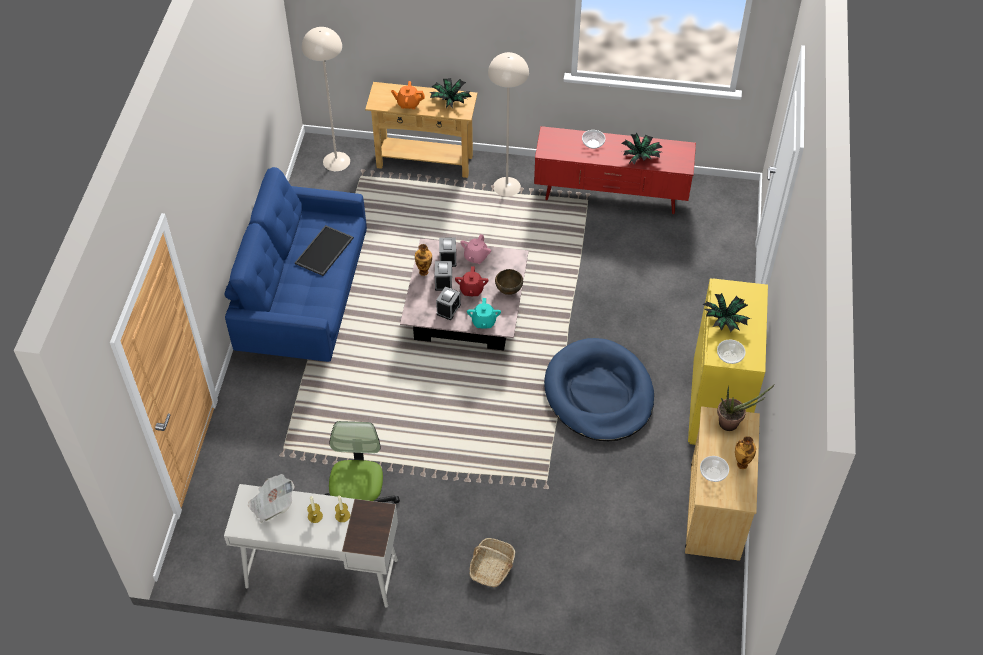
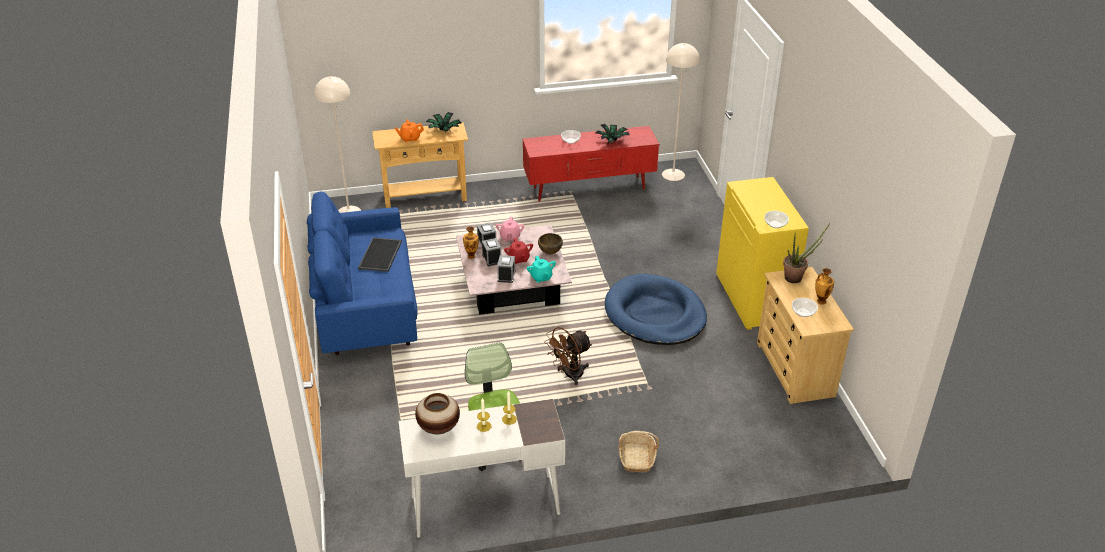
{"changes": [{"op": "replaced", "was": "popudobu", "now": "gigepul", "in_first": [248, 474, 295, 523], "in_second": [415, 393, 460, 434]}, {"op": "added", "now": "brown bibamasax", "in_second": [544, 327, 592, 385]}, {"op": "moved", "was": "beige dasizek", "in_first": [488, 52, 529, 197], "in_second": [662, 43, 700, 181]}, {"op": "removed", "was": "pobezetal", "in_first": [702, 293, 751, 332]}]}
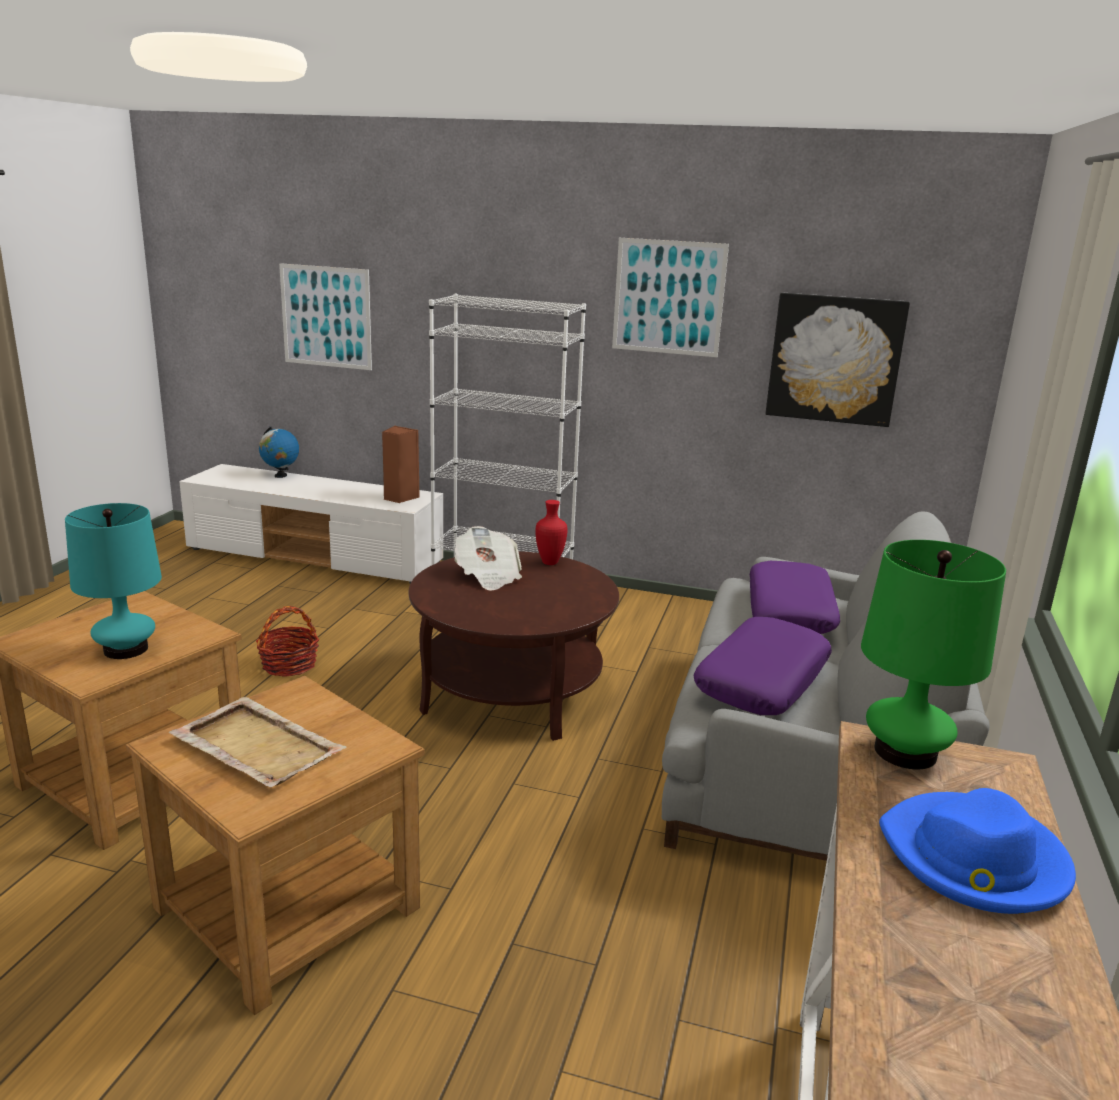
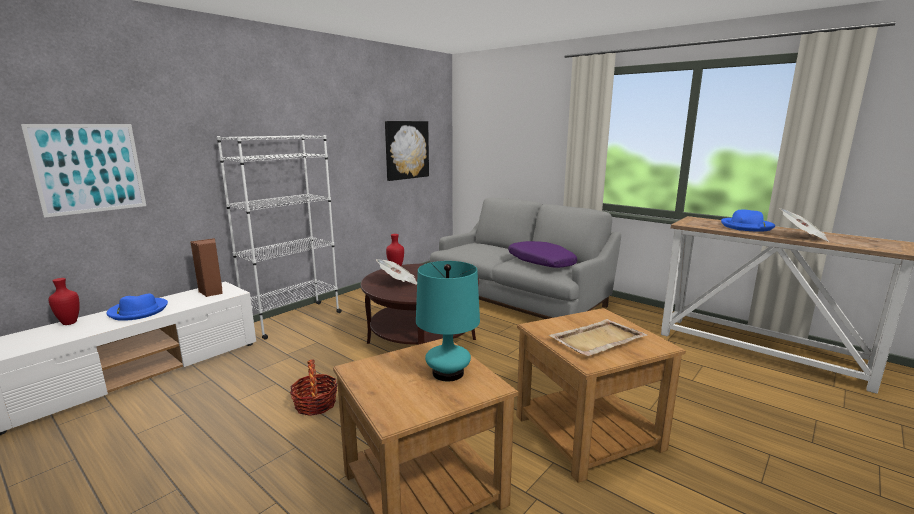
{"changes": [{"op": "replaced", "was": "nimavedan", "now": "red gigepul", "in_first": [259, 427, 299, 478], "in_second": [48, 278, 80, 325]}, {"op": "added", "now": "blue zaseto", "in_second": [106, 294, 168, 321]}, {"op": "added", "now": "popudobu", "in_second": [779, 208, 830, 242]}, {"op": "removed", "was": "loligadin", "in_first": [612, 238, 729, 357]}, {"op": "removed", "was": "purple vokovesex", "in_first": [750, 561, 840, 634]}, {"op": "removed", "was": "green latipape", "in_first": [861, 540, 1006, 770]}]}
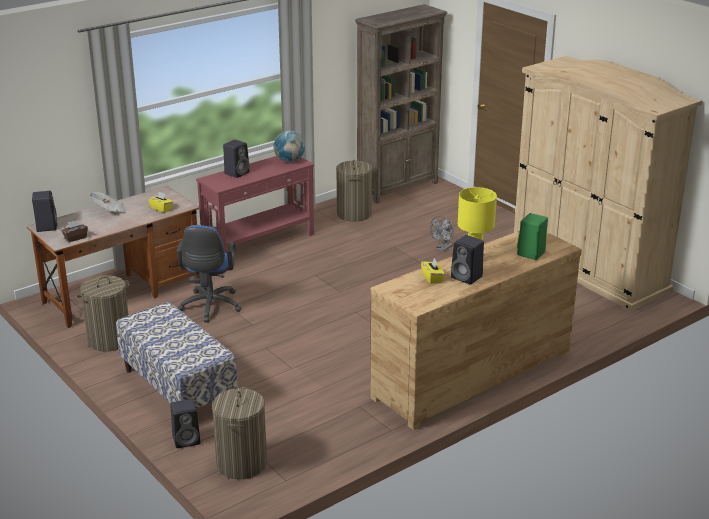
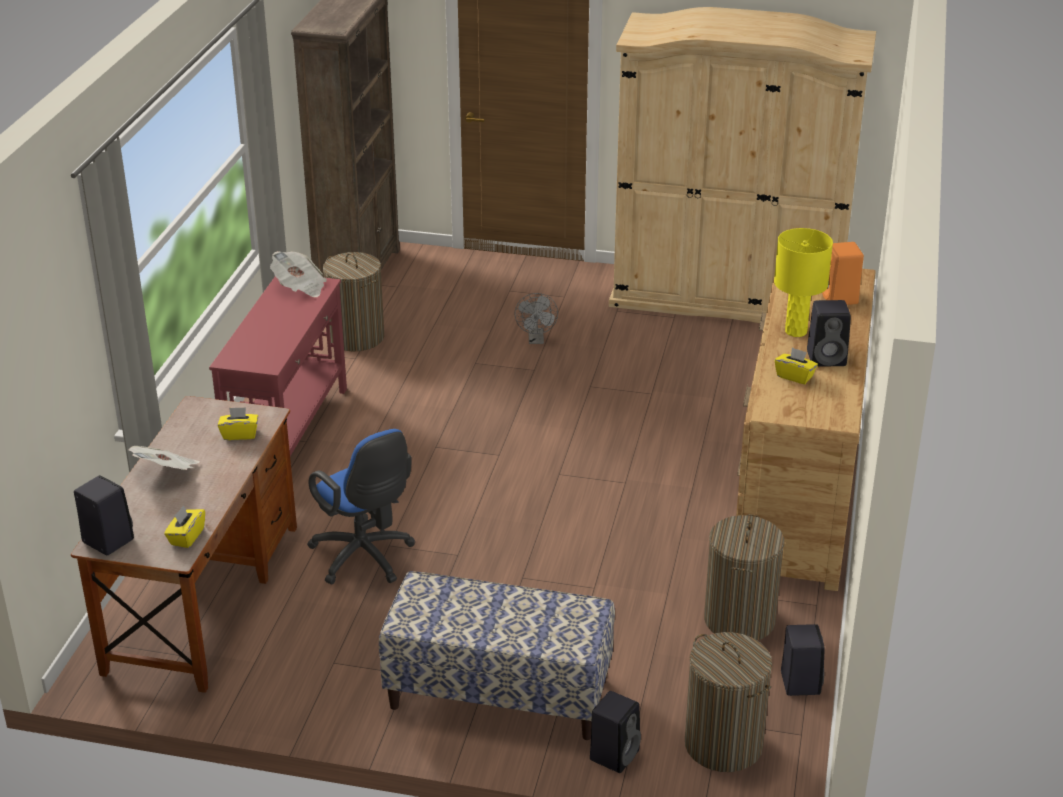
{"changes": [{"op": "recoloured", "was": "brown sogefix", "now": "yellow sogefix", "in_first": [61, 220, 88, 242], "in_second": [164, 505, 205, 548]}, {"op": "replaced", "was": "nimavedan", "now": "popudobu", "in_first": [274, 131, 305, 162], "in_second": [270, 251, 327, 297]}, {"op": "moved", "was": "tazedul", "in_first": [77, 275, 129, 351], "in_second": [704, 514, 784, 641]}, {"op": "moved", "was": "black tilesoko", "in_first": [223, 140, 249, 178], "in_second": [781, 624, 825, 696]}, {"op": "recoloured", "was": "green tilesoko", "now": "orange tilesoko", "in_first": [517, 213, 548, 260], "in_second": [822, 242, 864, 305]}]}
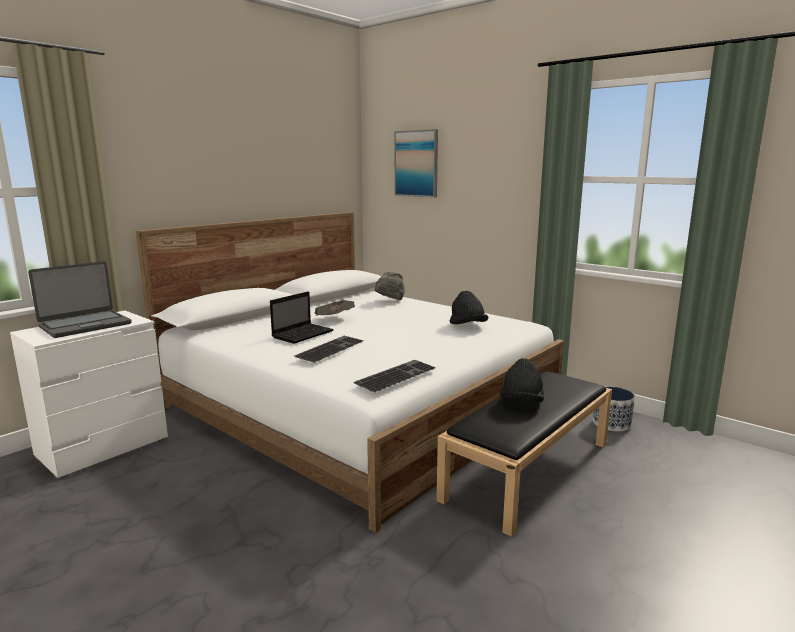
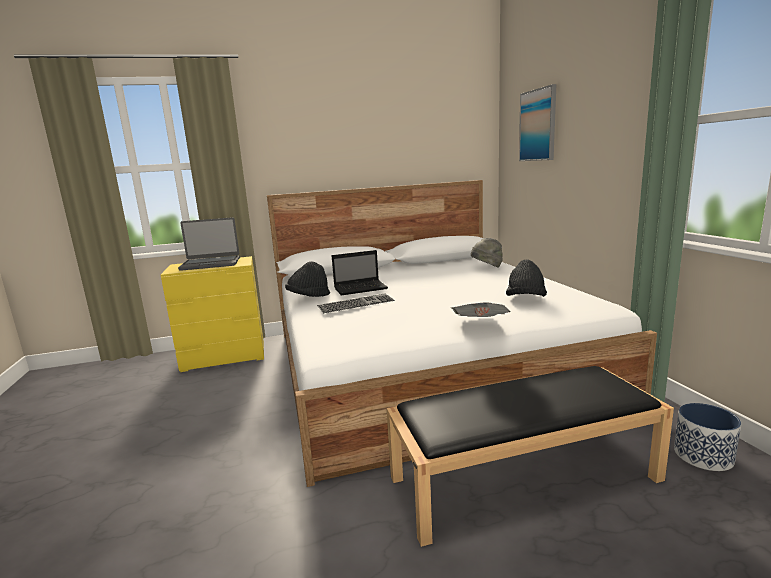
{"changes": [{"op": "recoloured", "was": "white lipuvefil", "now": "yellow lipuvefil", "in_first": [10, 310, 168, 480], "in_second": [161, 256, 264, 372]}, {"op": "moved", "was": "black zaseto", "in_first": [500, 358, 544, 402], "in_second": [285, 261, 330, 297]}, {"op": "moved", "was": "popudobu", "in_first": [315, 300, 355, 315], "in_second": [451, 302, 510, 317]}, {"op": "removed", "was": "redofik", "in_first": [353, 360, 436, 393]}]}
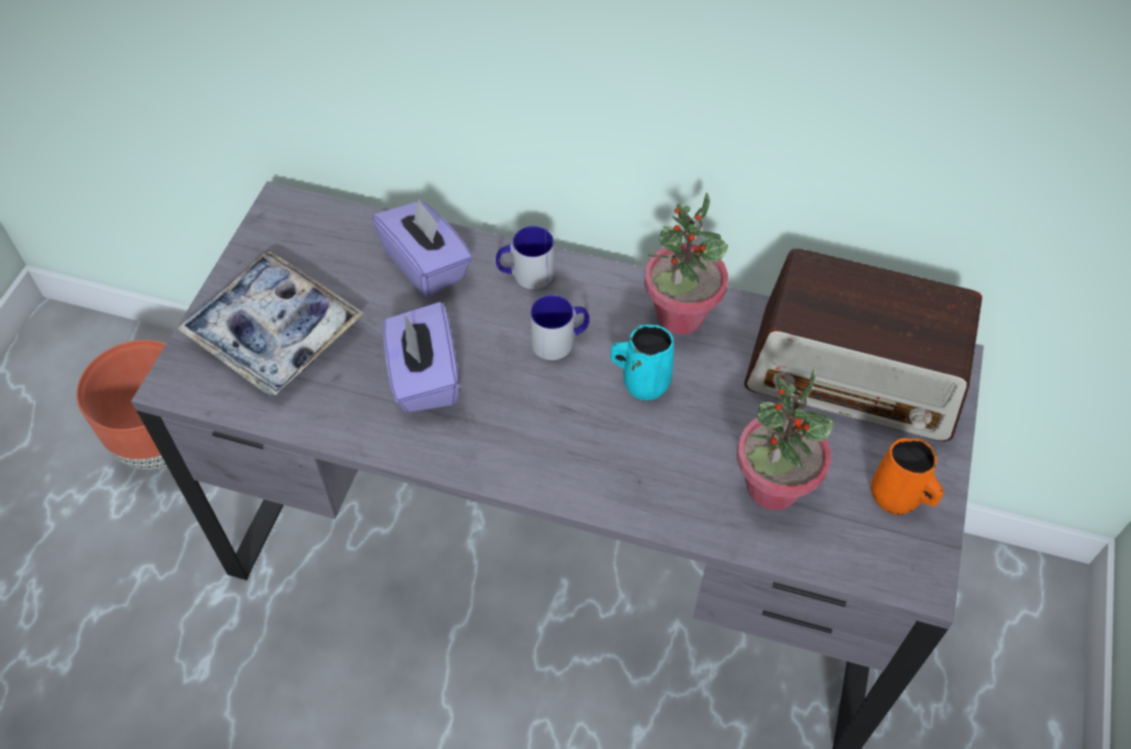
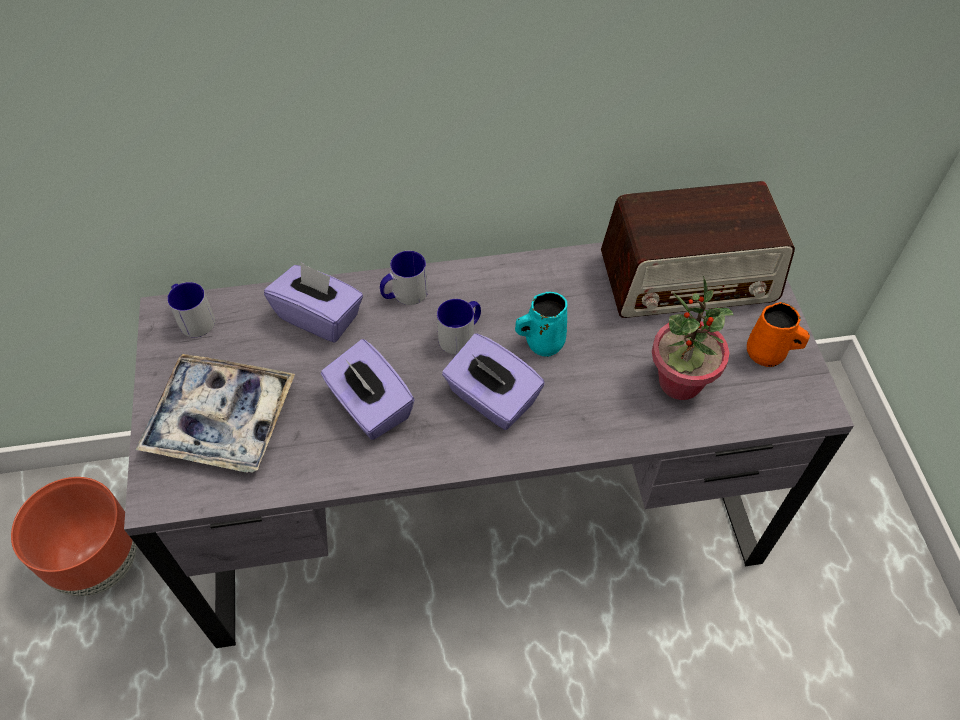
{"changes": [{"op": "added", "now": "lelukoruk", "in_second": [167, 282, 215, 337]}, {"op": "added", "now": "purple sogefix", "in_second": [442, 334, 545, 430]}, {"op": "removed", "was": "pobezetal", "in_first": [644, 192, 728, 335]}]}
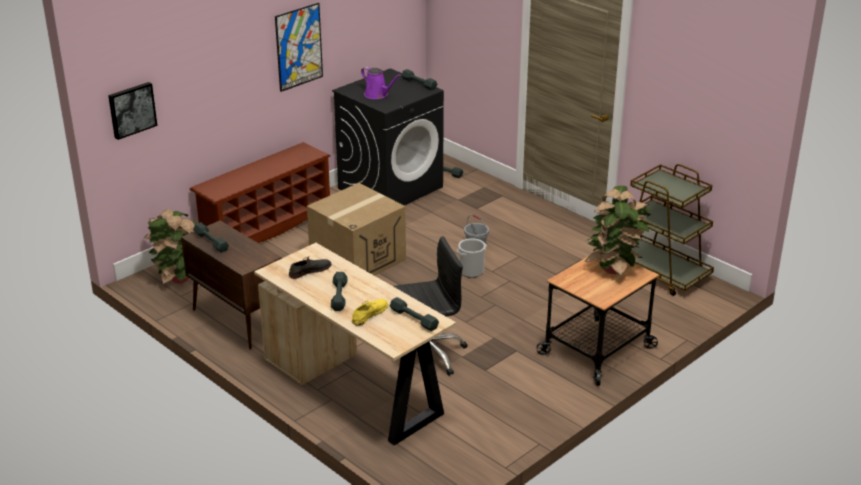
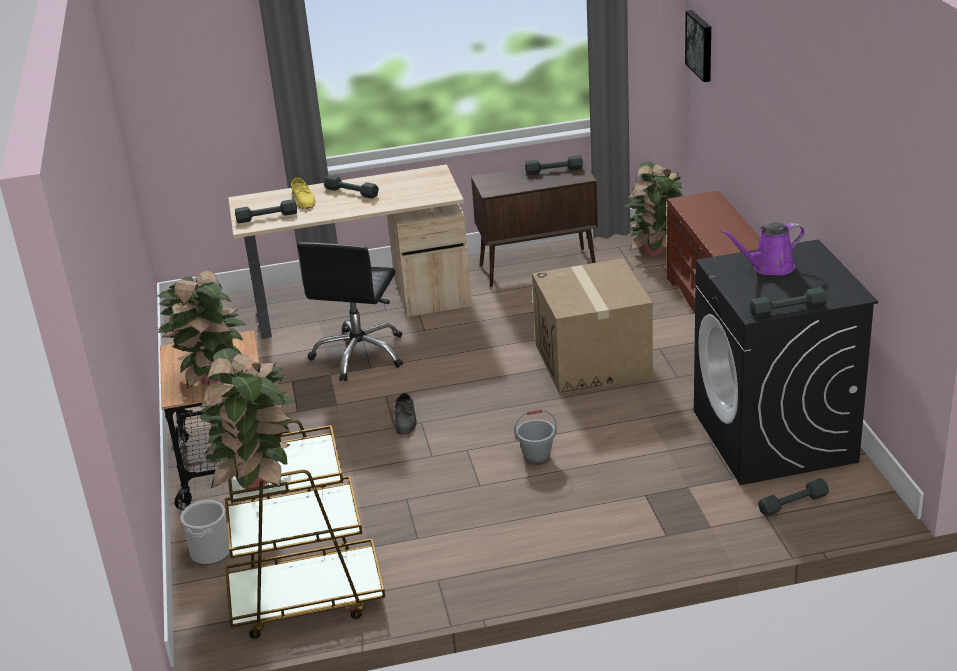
{"changes": [{"op": "moved", "was": "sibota", "in_first": [457, 238, 487, 278], "in_second": [181, 500, 230, 565]}, {"op": "added", "now": "pobezetal", "in_second": [199, 348, 295, 489]}, {"op": "moved", "was": "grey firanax", "in_first": [289, 257, 332, 279], "in_second": [394, 393, 417, 435]}, {"op": "removed", "was": "loligadin", "in_first": [275, 3, 323, 92]}]}
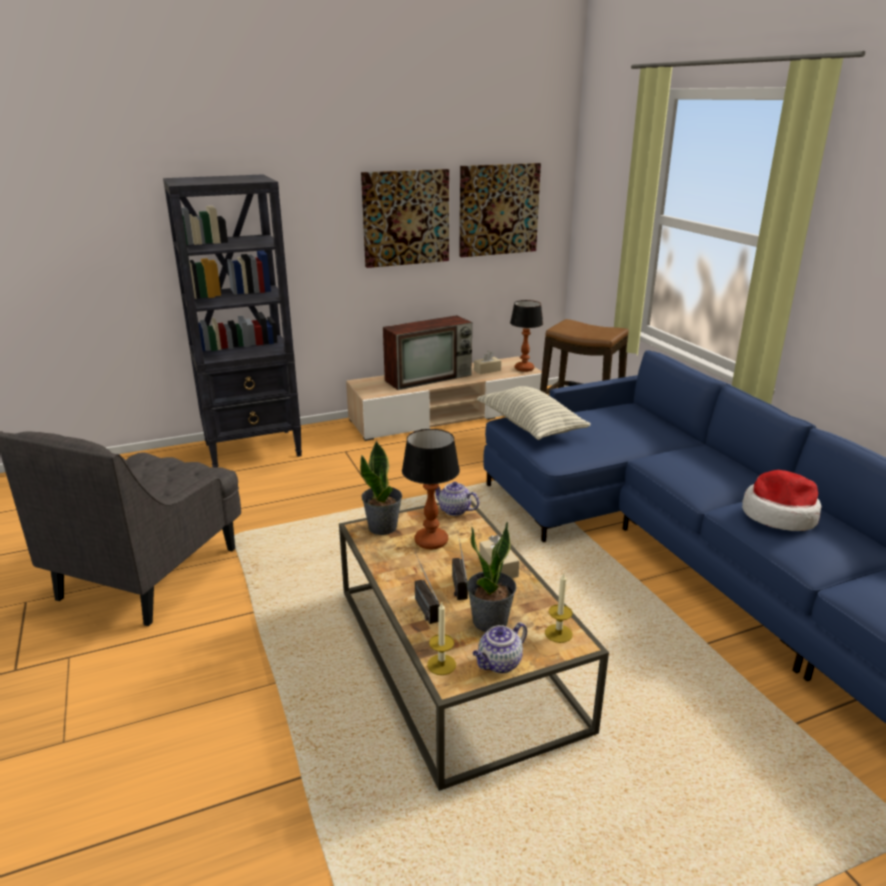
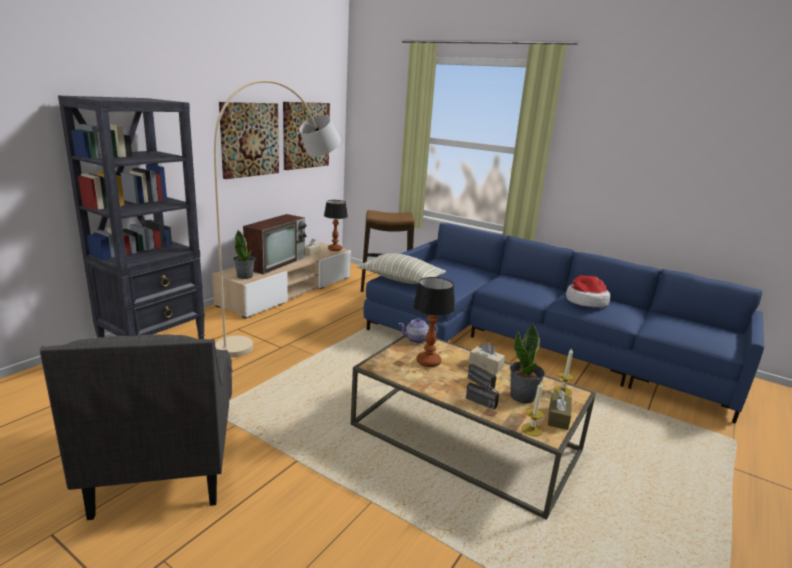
{"changes": [{"op": "added", "now": "beige dasizek", "in_second": [214, 80, 341, 357]}, {"op": "moved", "was": "pobezetal", "in_first": [360, 441, 402, 535], "in_second": [233, 230, 256, 279]}, {"op": "replaced", "was": "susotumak", "now": "brown sogefix", "in_first": [473, 622, 527, 673], "in_second": [548, 390, 572, 430]}]}
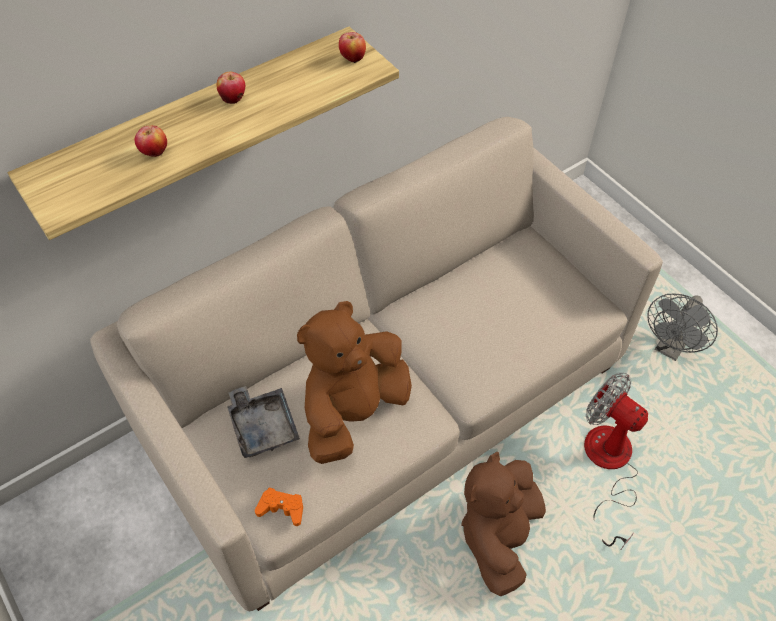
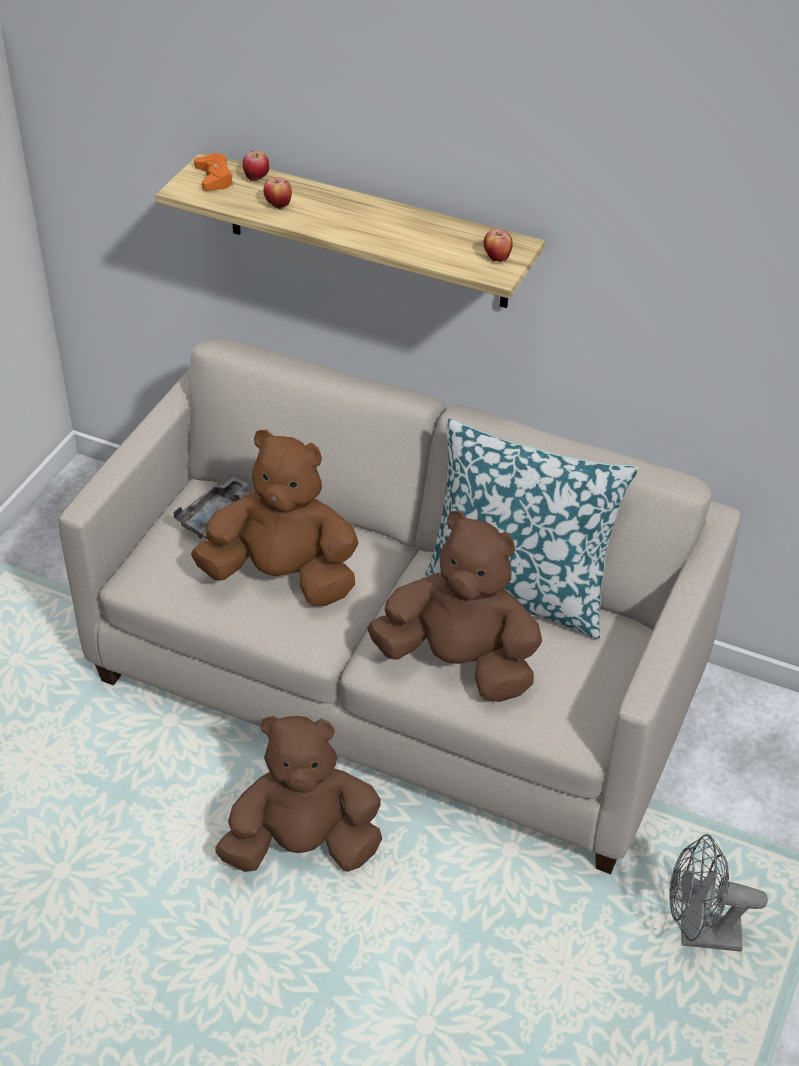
{"changes": [{"op": "moved", "was": "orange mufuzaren", "in_first": [255, 488, 303, 526], "in_second": [194, 153, 234, 191]}, {"op": "moved", "was": "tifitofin", "in_first": [217, 72, 245, 104], "in_second": [243, 151, 269, 181]}, {"op": "added", "now": "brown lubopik", "in_second": [367, 511, 542, 702]}, {"op": "added", "now": "vokovesex", "in_second": [422, 418, 638, 639]}, {"op": "removed", "was": "bibamasax", "in_first": [584, 373, 648, 549]}]}
